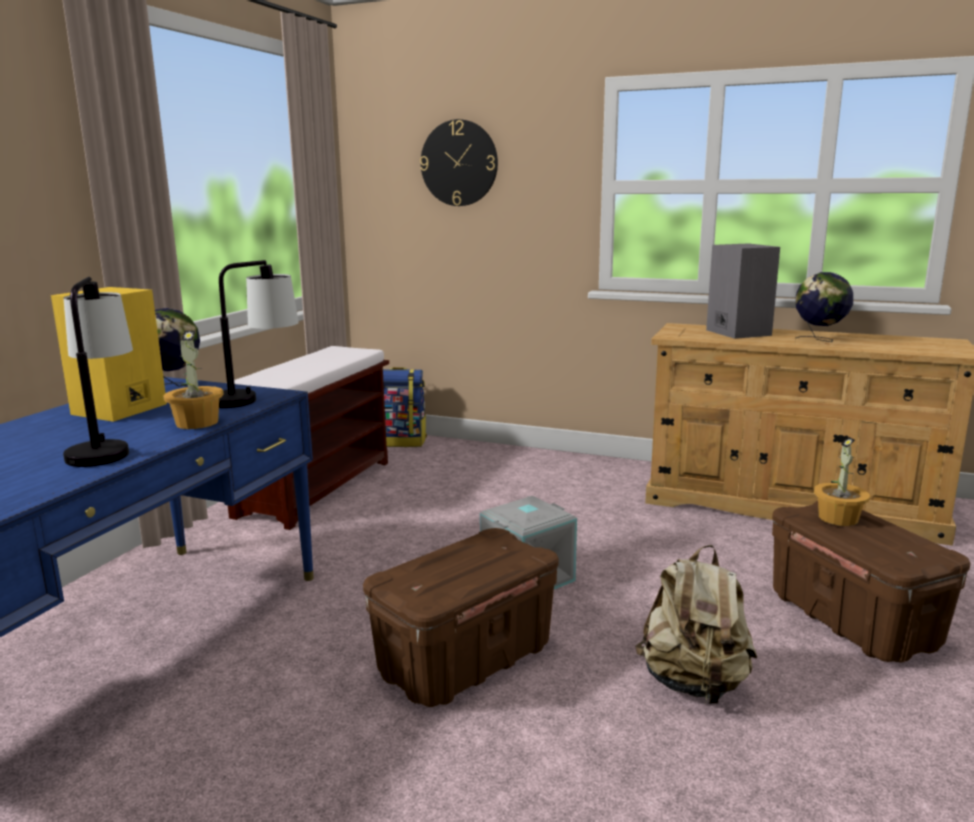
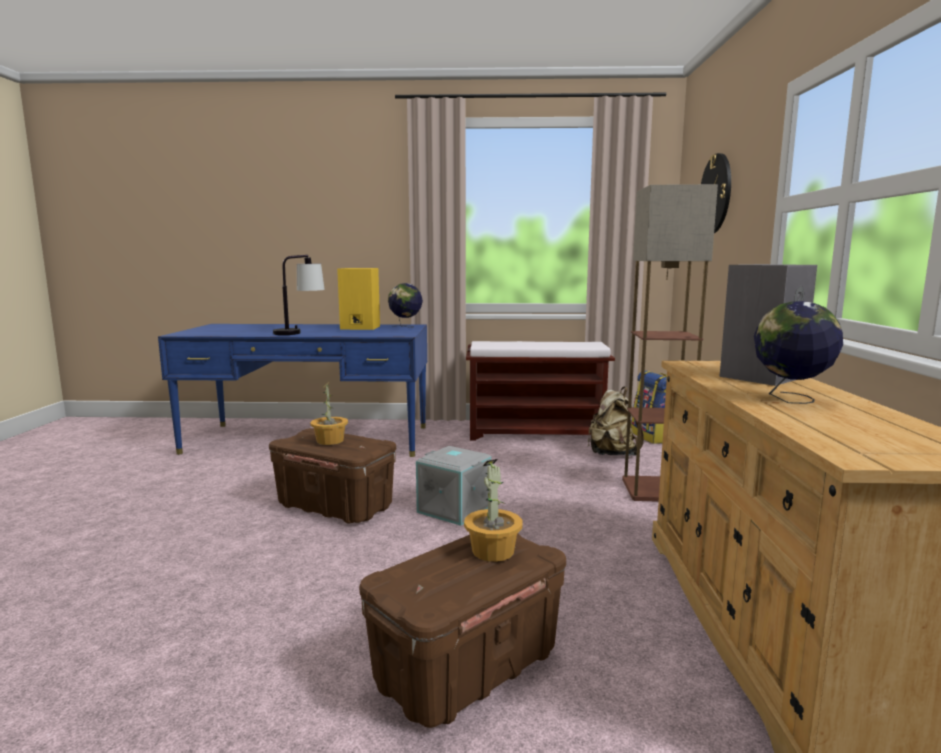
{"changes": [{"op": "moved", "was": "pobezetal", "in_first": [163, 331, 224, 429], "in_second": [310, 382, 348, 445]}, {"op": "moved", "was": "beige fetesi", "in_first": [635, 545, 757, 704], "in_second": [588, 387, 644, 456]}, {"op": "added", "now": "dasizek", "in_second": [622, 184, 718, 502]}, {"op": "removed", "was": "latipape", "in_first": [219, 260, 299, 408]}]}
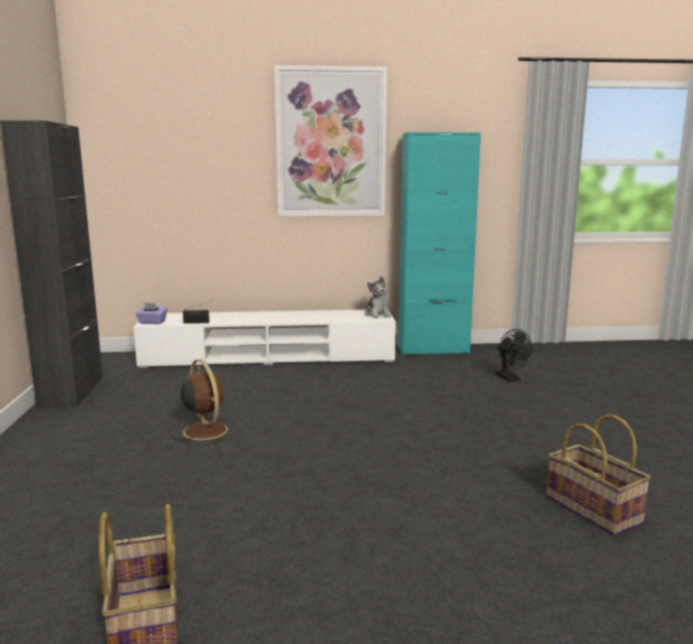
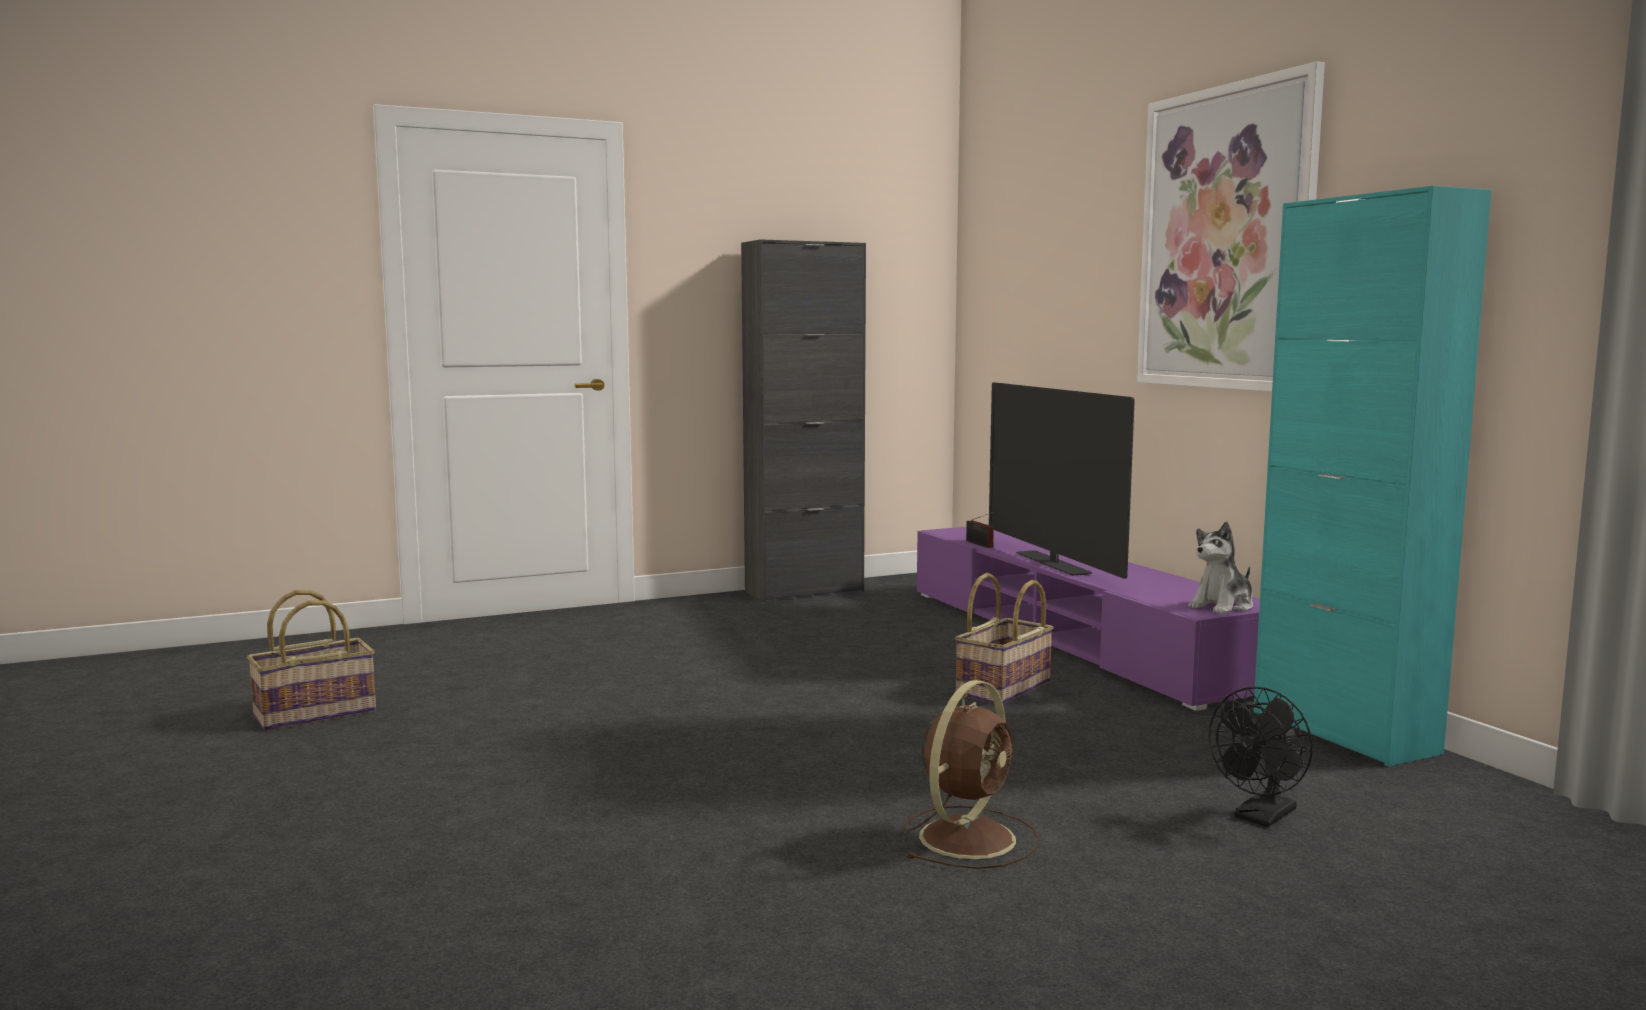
{"changes": [{"op": "moved", "was": "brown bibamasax", "in_first": [170, 359, 238, 446], "in_second": [903, 680, 1040, 869]}, {"op": "recoloured", "was": "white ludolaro", "now": "purple ludolaro", "in_first": [134, 310, 396, 368], "in_second": [917, 527, 1260, 711]}, {"op": "moved", "was": "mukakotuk", "in_first": [546, 414, 651, 536], "in_second": [955, 573, 1054, 704]}, {"op": "added", "now": "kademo", "in_second": [989, 382, 1135, 579]}, {"op": "removed", "was": "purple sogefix", "in_first": [136, 303, 167, 324]}]}
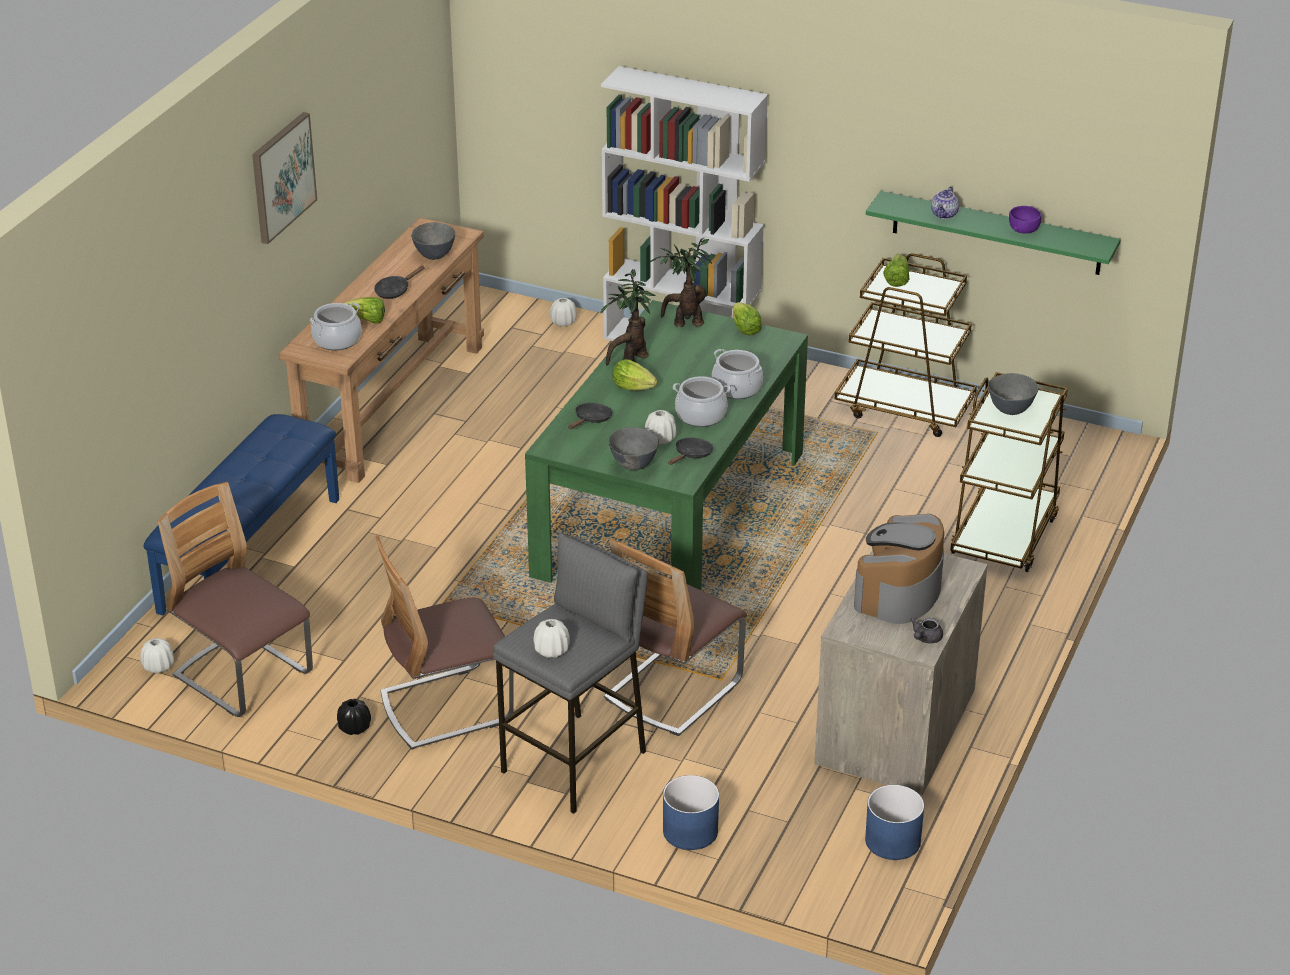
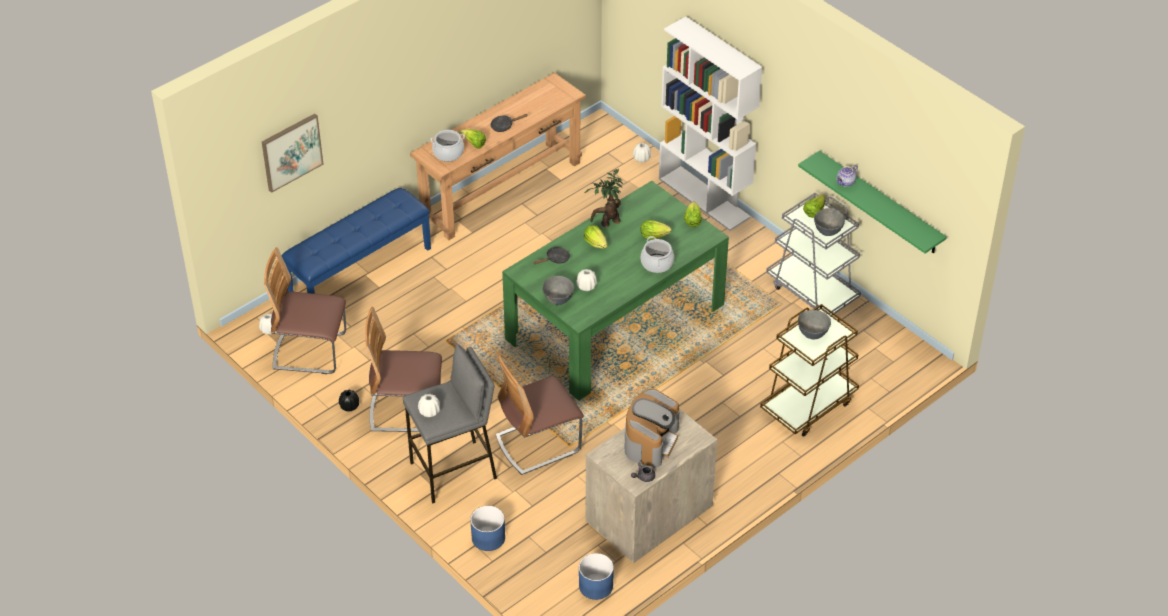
{"changes": [{"op": "moved", "was": "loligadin", "in_first": [252, 112, 317, 244], "in_second": [262, 114, 323, 193]}, {"op": "turned", "was": "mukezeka", "in_first": [158, 482, 313, 717], "in_second": [264, 247, 346, 374], "clockwise": -60}, {"op": "turned", "was": "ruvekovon", "in_first": [854, 514, 944, 624], "in_second": [625, 389, 680, 468], "clockwise": 150}, {"op": "added", "now": "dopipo", "in_second": [641, 220, 671, 239]}, {"op": "recoloured", "was": "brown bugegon", "now": "grey bugegon", "in_first": [835, 253, 977, 437], "in_second": [766, 193, 861, 315]}, {"op": "moved", "was": "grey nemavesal", "in_first": [411, 222, 455, 260], "in_second": [814, 208, 845, 236]}, {"op": "removed", "was": "pobezetal", "in_first": [649, 238, 712, 327]}, {"op": "removed", "was": "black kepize", "in_first": [668, 438, 713, 465]}, {"op": "removed", "was": "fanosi", "in_first": [673, 376, 730, 427]}, {"op": "removed", "was": "purple nemavesal", "in_first": [1009, 206, 1041, 234]}]}
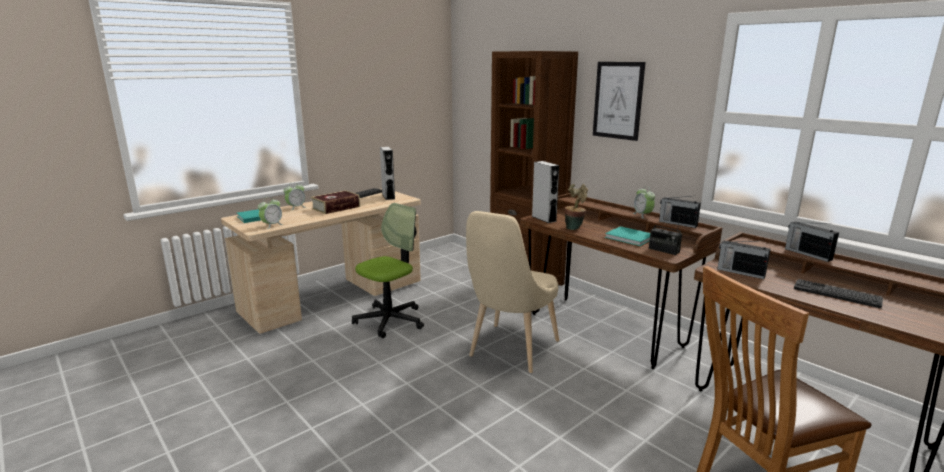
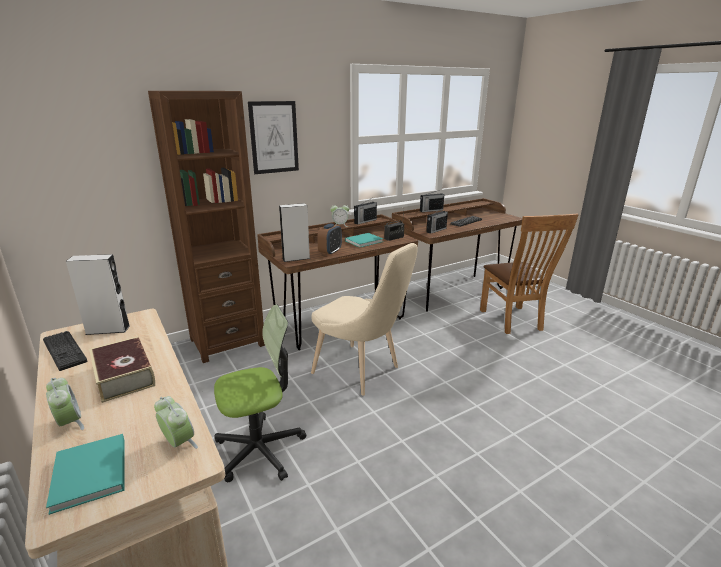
{"changes": [{"op": "turned", "was": "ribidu", "in_first": [352, 203, 424, 338], "in_second": [214, 304, 306, 482], "clockwise": 105}, {"op": "replaced", "was": "pobezetal", "now": "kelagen", "in_first": [565, 184, 588, 230], "in_second": [317, 223, 342, 255]}]}
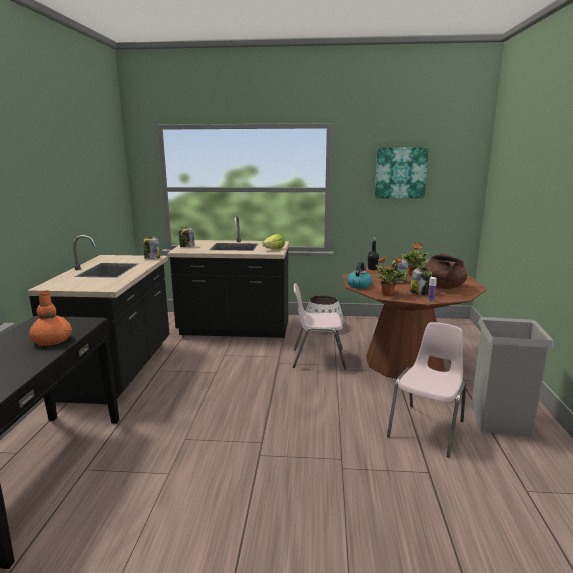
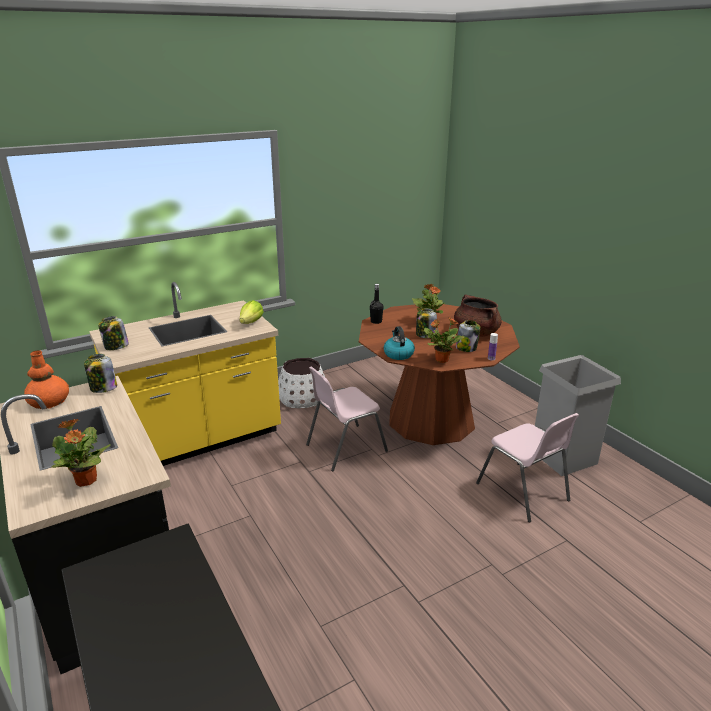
{"changes": [{"op": "moved", "was": "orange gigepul", "in_first": [29, 290, 72, 346], "in_second": [24, 350, 69, 409]}, {"op": "added", "now": "pobezetal", "in_second": [51, 418, 111, 487]}, {"op": "recoloured", "was": "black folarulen", "now": "yellow folarulen", "in_first": [167, 216, 289, 338], "in_second": [89, 282, 281, 466]}, {"op": "turned", "was": "pink mukezeka", "in_first": [387, 322, 466, 457], "in_second": [476, 413, 579, 522], "clockwise": 150}, {"op": "removed", "was": "loligadin", "in_first": [375, 147, 429, 198]}]}
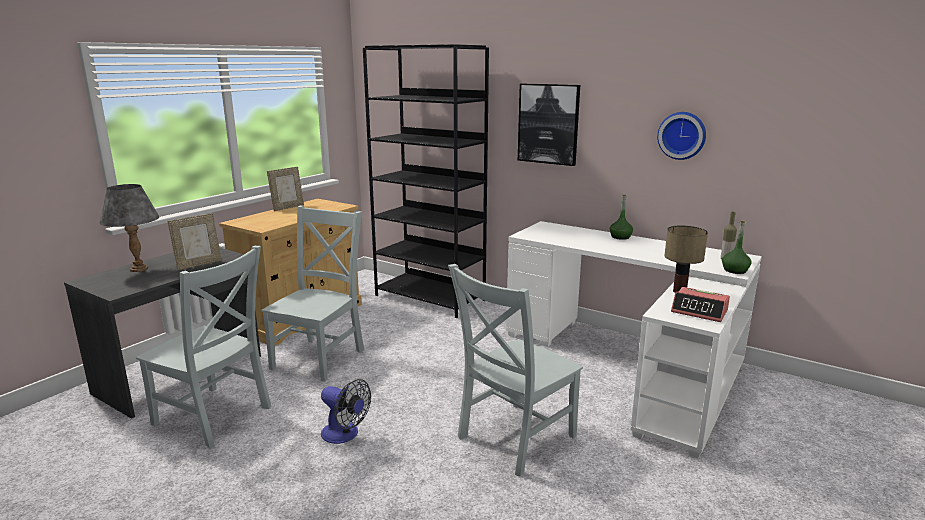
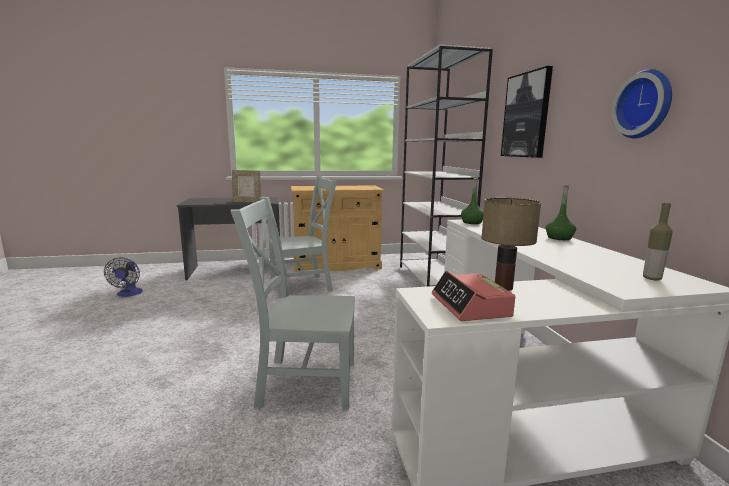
{"changes": [{"op": "moved", "was": "bibamasax", "in_first": [321, 379, 371, 444], "in_second": [104, 258, 143, 297]}, {"op": "recoloured", "was": "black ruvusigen", "now": "white ruvusigen", "in_first": [363, 44, 489, 318], "in_second": [400, 45, 493, 287]}, {"op": "moved", "was": "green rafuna", "in_first": [722, 220, 752, 274], "in_second": [461, 178, 484, 224]}, {"op": "removed", "was": "grey latipape", "in_first": [100, 184, 159, 272]}, {"op": "removed", "was": "grey mukezeka", "in_first": [136, 246, 271, 449]}, {"op": "removed", "was": "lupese", "in_first": [267, 167, 304, 211]}]}
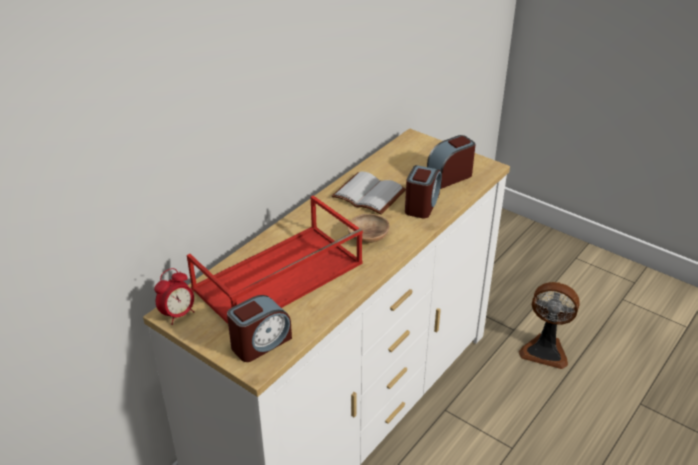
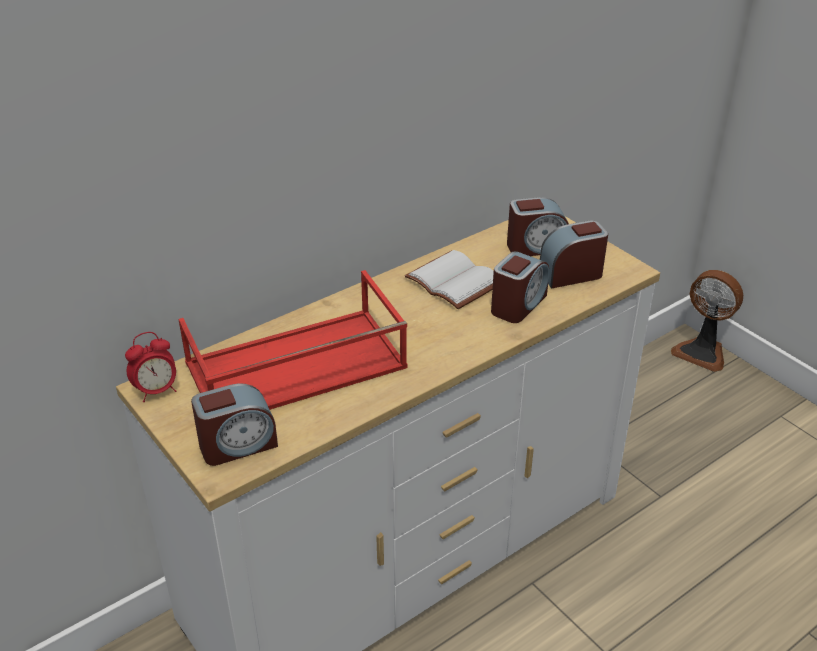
{"changes": [{"op": "added", "now": "kelagen", "in_second": [507, 197, 569, 256]}, {"op": "moved", "was": "bibamasax", "in_first": [519, 282, 579, 369], "in_second": [671, 270, 743, 372]}, {"op": "removed", "was": "brown nemavesal", "in_first": [348, 214, 389, 243]}]}
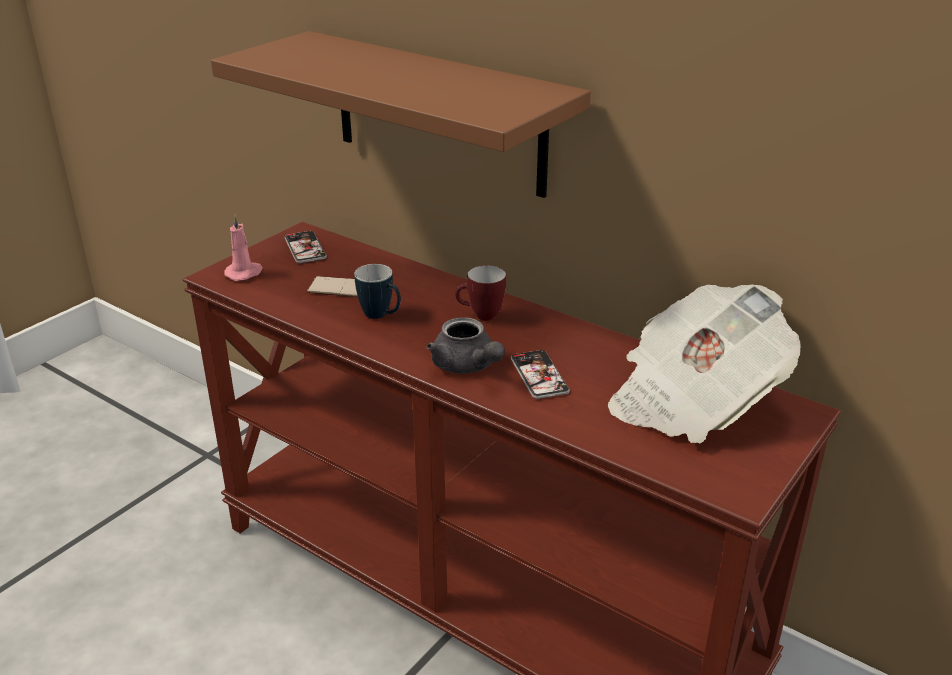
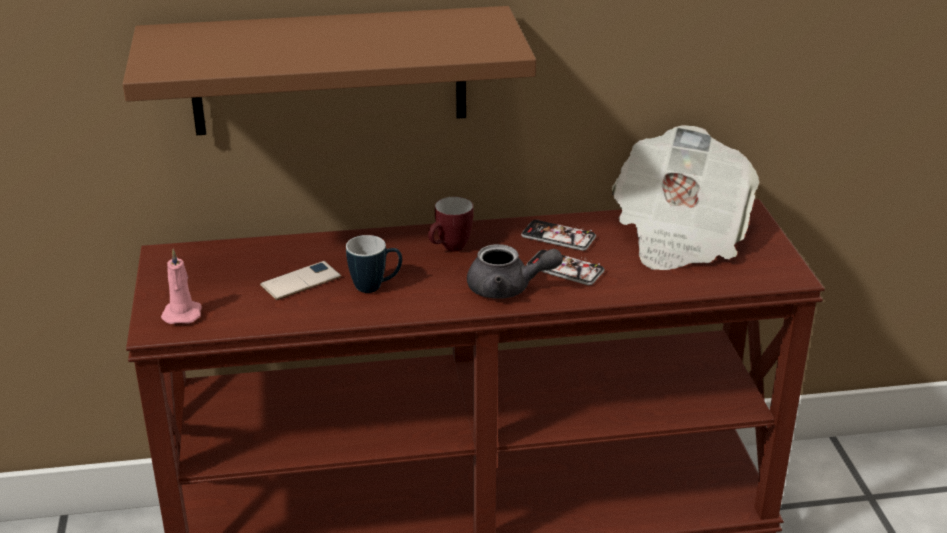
{"changes": [{"op": "moved", "was": "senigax", "in_first": [285, 231, 327, 263], "in_second": [521, 219, 596, 251]}]}
